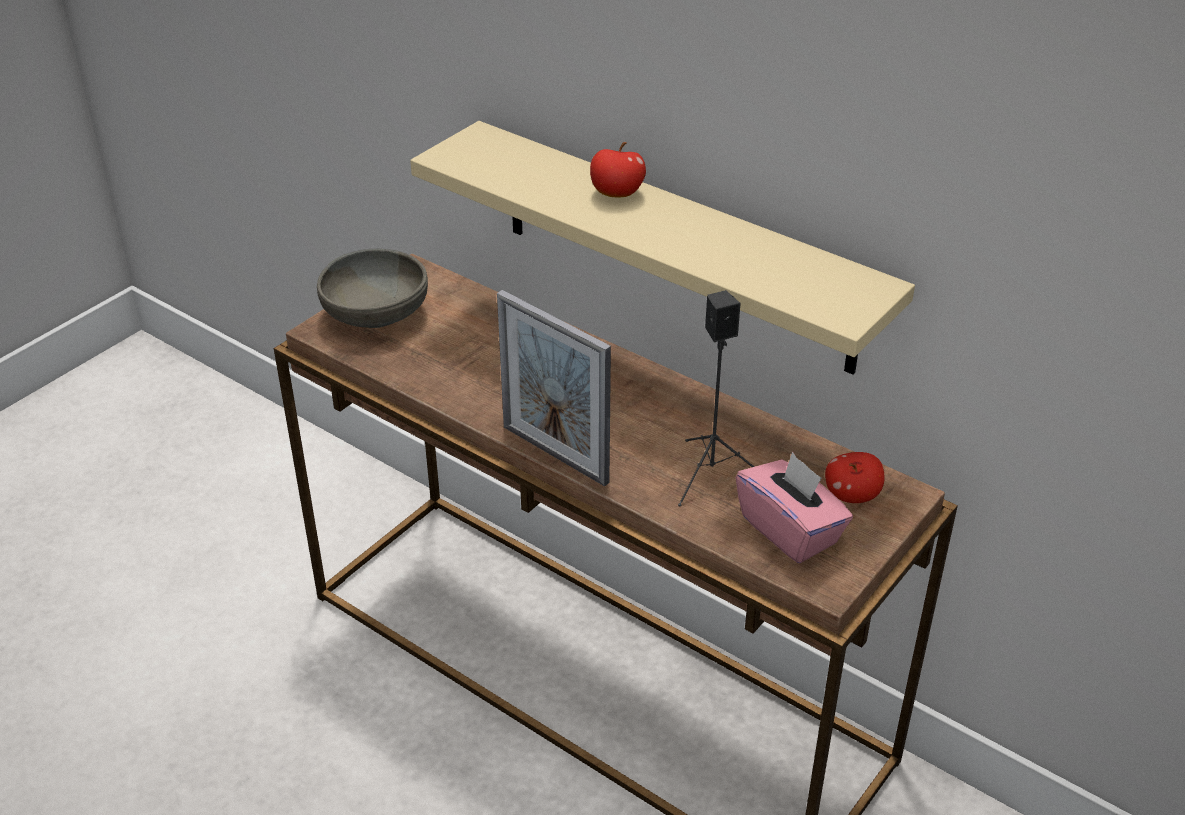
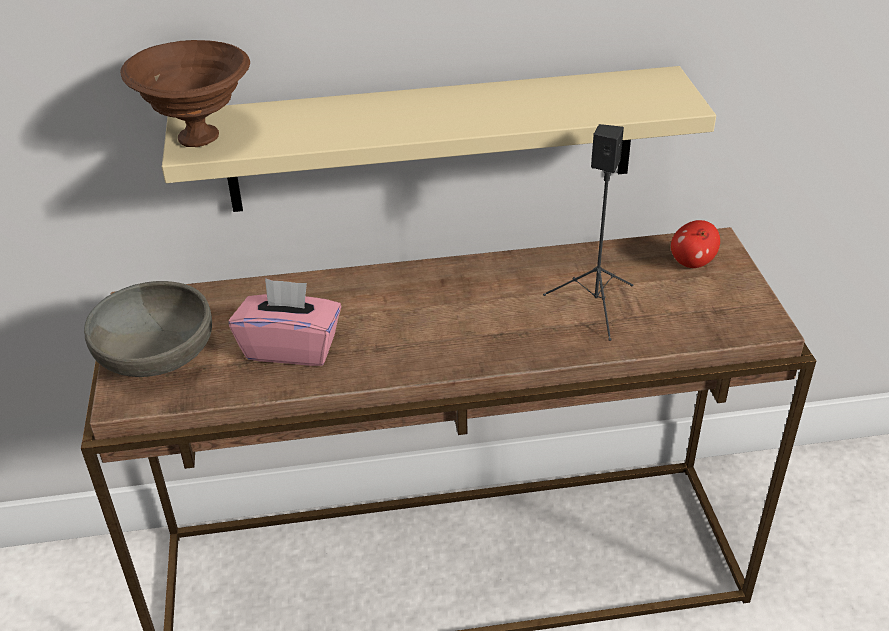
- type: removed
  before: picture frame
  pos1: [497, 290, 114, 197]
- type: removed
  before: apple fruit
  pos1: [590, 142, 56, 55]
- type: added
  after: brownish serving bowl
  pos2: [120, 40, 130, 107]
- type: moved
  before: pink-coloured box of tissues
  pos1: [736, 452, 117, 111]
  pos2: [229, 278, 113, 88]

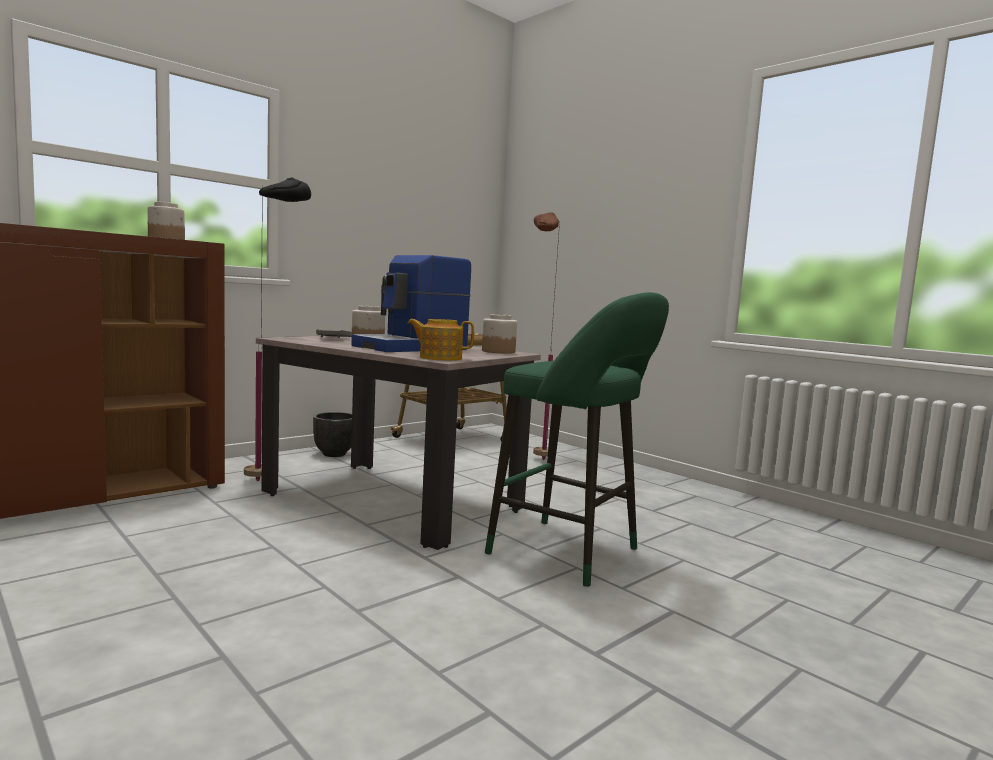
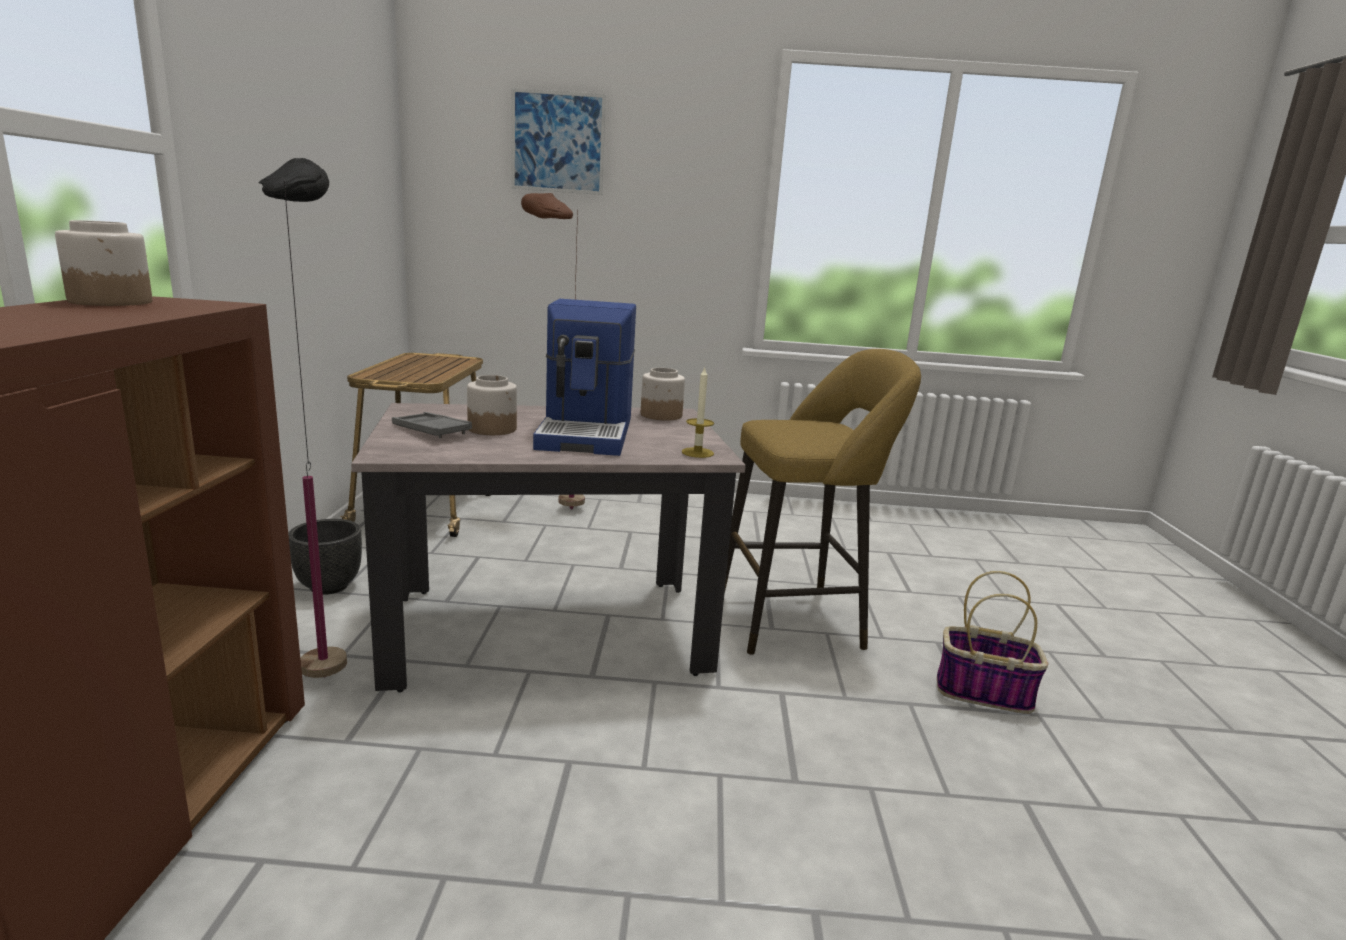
- type: added
  after: picture
  pos2: [512, 88, 94, 107]
- type: added
  after: basket
  pos2: [937, 571, 111, 143]
- type: replaced
  before: pot for tea
  after: wax candle
  pos1: [408, 319, 66, 42]
  pos2: [682, 367, 32, 91]
- type: recoloured
  before: green-coloured sitting stool
  after: yellow sitting stool
  pos1: [485, 292, 184, 295]
  pos2: [724, 349, 197, 306]

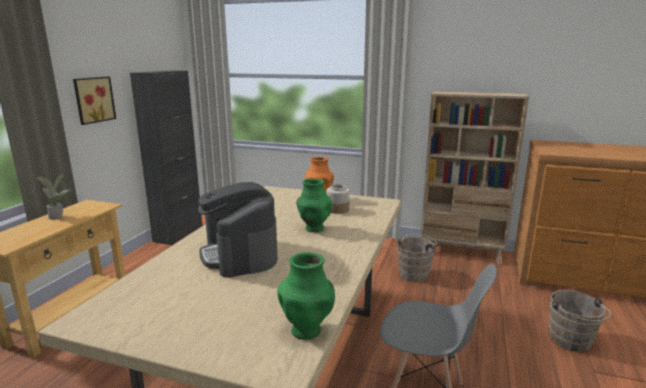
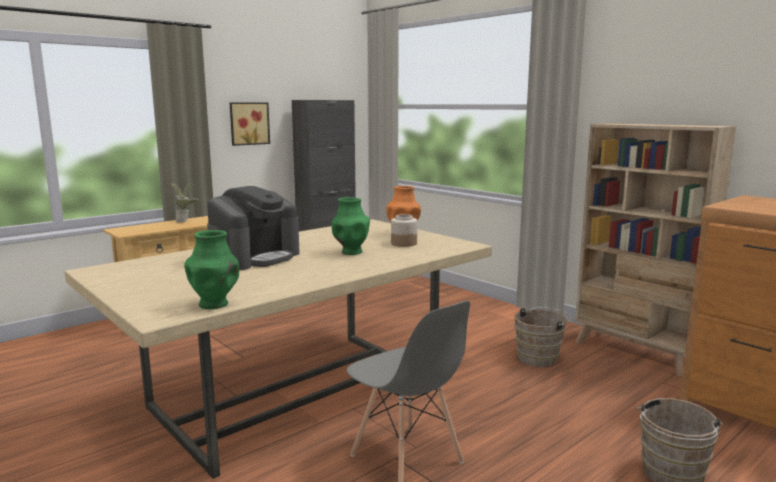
- type: turned
  before: coffee maker
  pos1: [198, 182, 80, 96]
  pos2: [207, 186, 93, 85]
  turn: -150

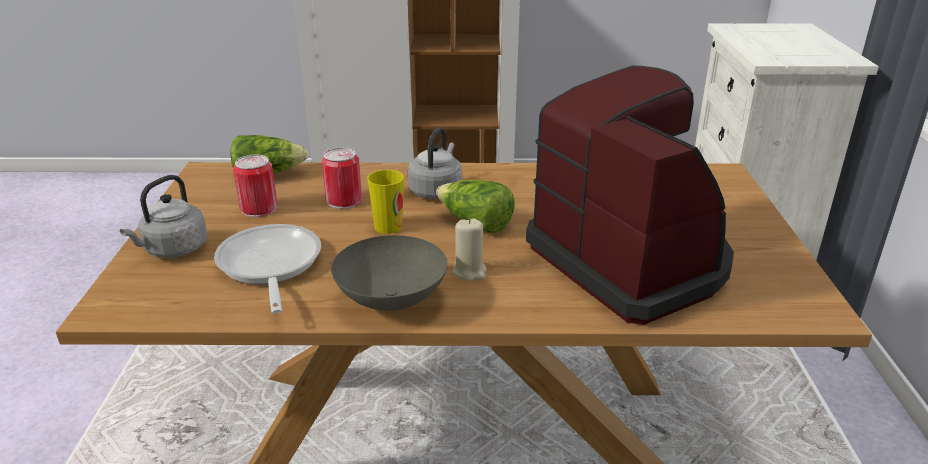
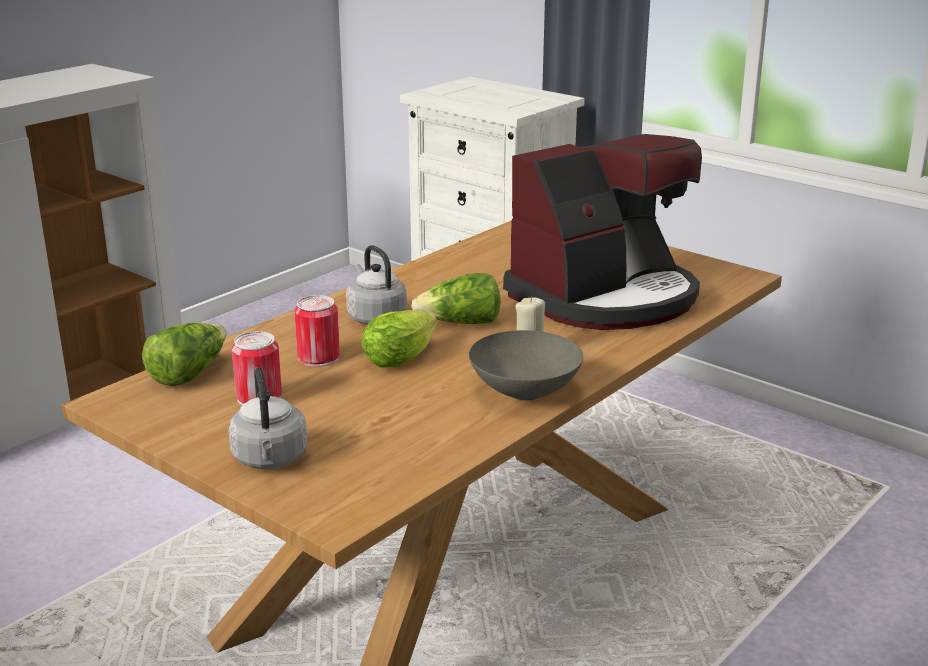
- type: removed
  before: frying pan
  pos1: [214, 224, 107, 89]
- type: replaced
  before: cup
  after: lettuce
  pos1: [367, 170, 37, 64]
  pos2: [361, 310, 76, 58]
- type: turned
  before: coffee maker
  pos1: [526, 65, 208, 260]
  pos2: [503, 134, 199, 196]
  turn: 135

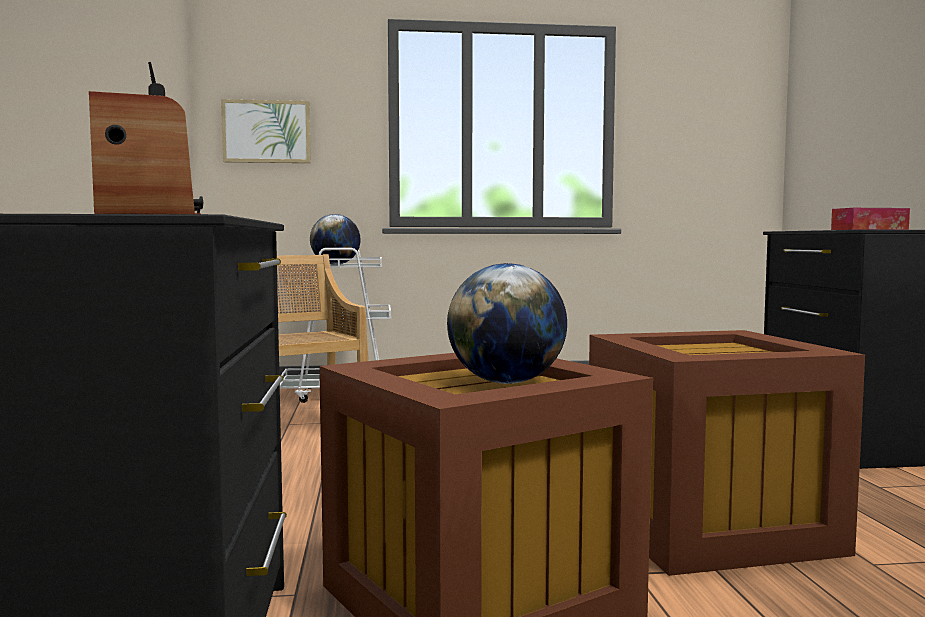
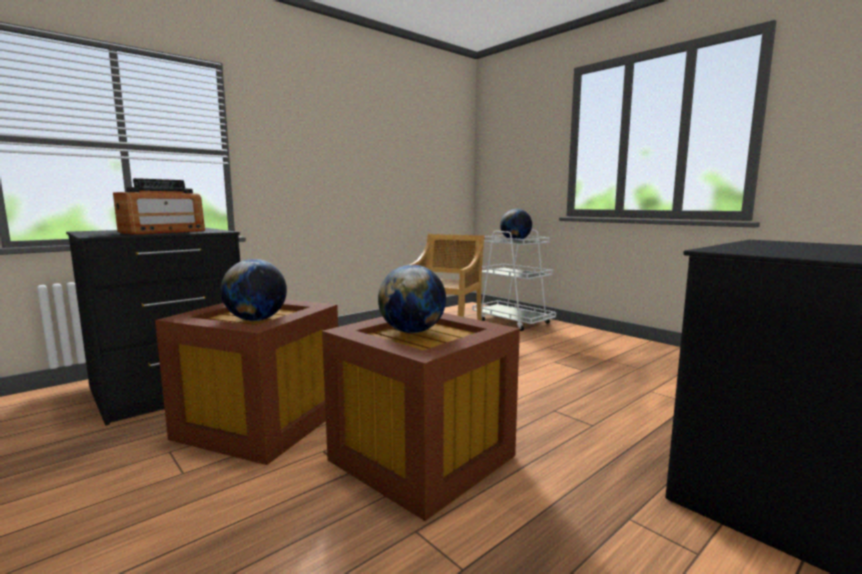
- type: removed
  before: picture
  pos1: [221, 99, 90, 64]
- type: removed
  before: box of tissues
  pos1: [831, 208, 79, 22]
- type: added
  after: desk globe
  pos2: [378, 265, 68, 68]

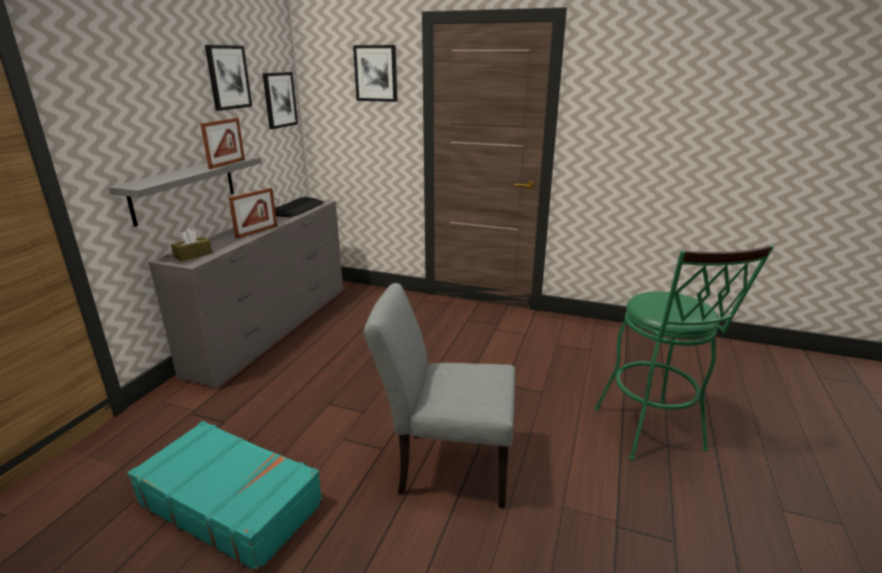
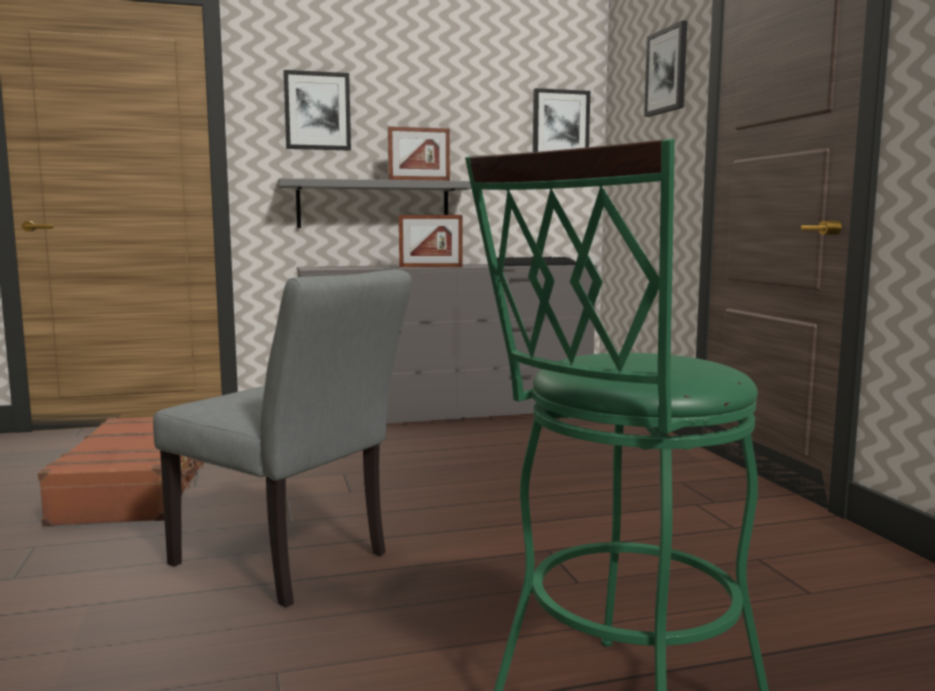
- type: removed
  before: brownish box of tissues
  pos1: [171, 229, 41, 33]
- type: moved
  before: picture
  pos1: [205, 45, 47, 66]
  pos2: [283, 70, 68, 80]
- type: recoloured
  before: blue-green piece of luggage
  after: brownish piece of luggage
  pos1: [128, 421, 195, 152]
  pos2: [38, 417, 166, 109]
- type: turned
  before: grey upright chair
  pos1: [364, 283, 151, 226]
  pos2: [153, 269, 259, 338]
  turn: 150

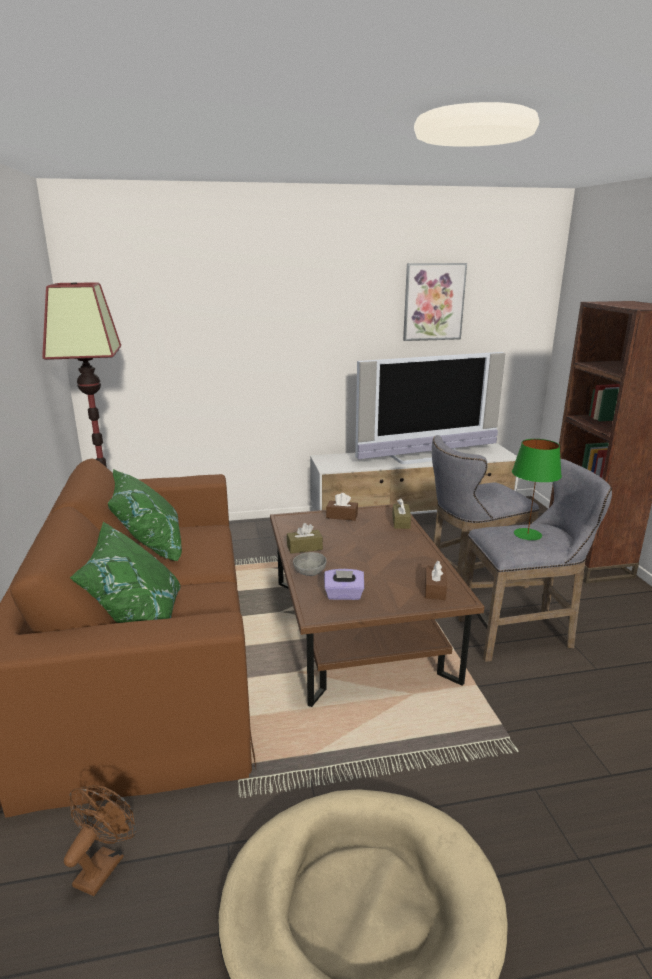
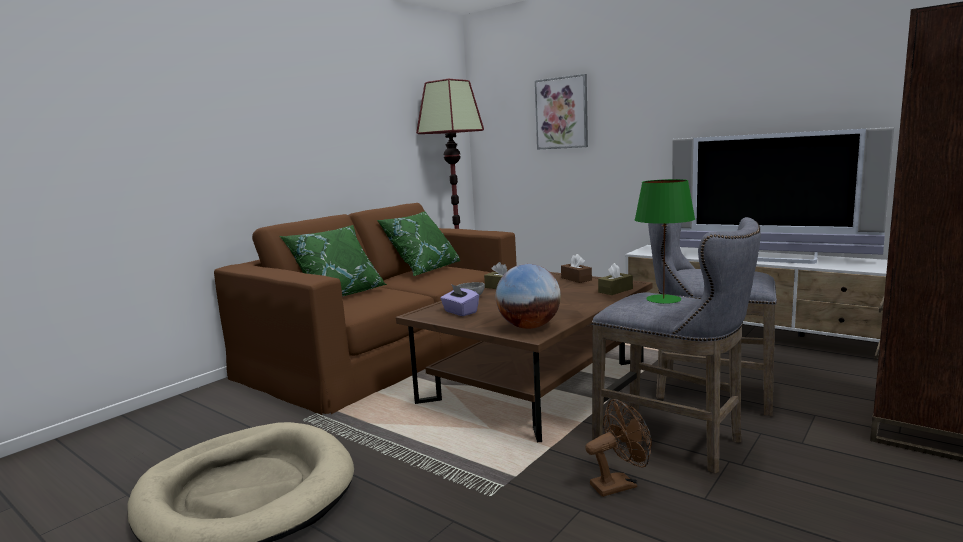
- type: moved
  before: brownish electric fan
  pos1: [64, 785, 72, 111]
  pos2: [585, 399, 67, 98]
- type: moved
  before: picture
  pos1: [403, 263, 64, 78]
  pos2: [535, 74, 53, 76]
- type: replaced
  before: brownish box of tissues
  after: desk globe
  pos1: [425, 561, 22, 39]
  pos2: [496, 264, 65, 65]

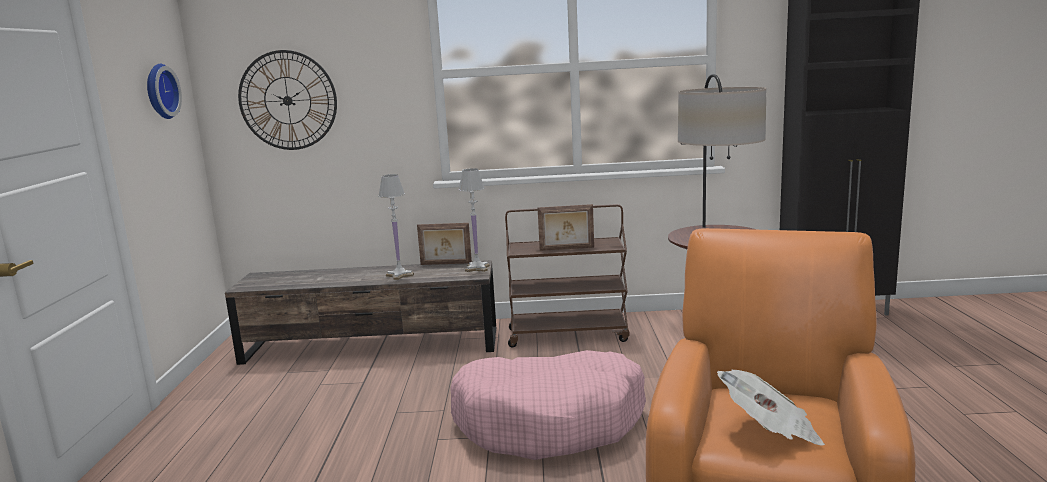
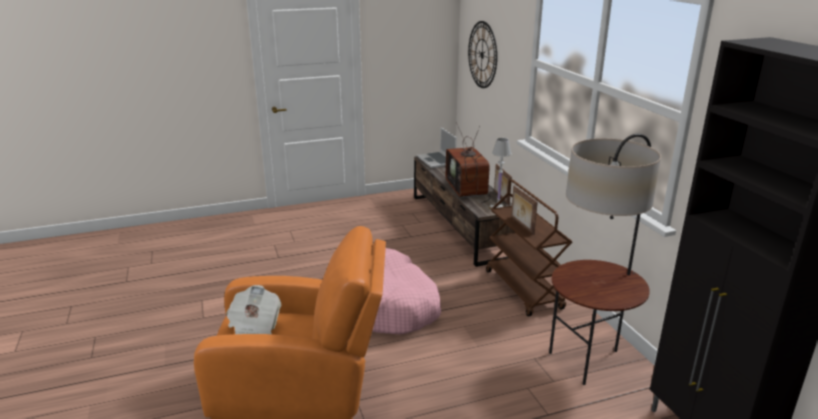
- type: removed
  before: wall clock
  pos1: [147, 64, 35, 55]
- type: added
  after: portable computer
  pos2: [417, 127, 40, 41]
- type: replaced
  before: whitish lamp for a table
  after: TV set
  pos1: [378, 174, 36, 106]
  pos2: [446, 122, 44, 81]

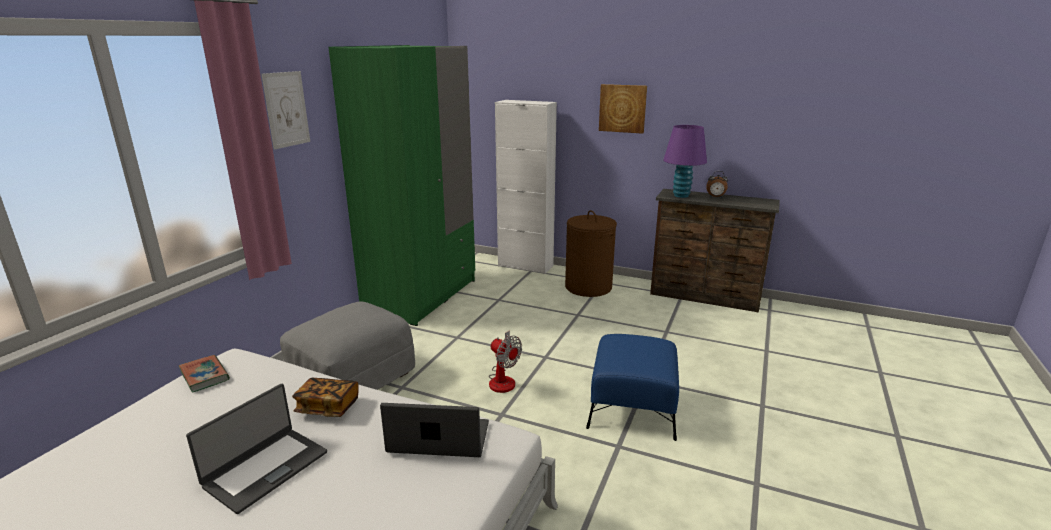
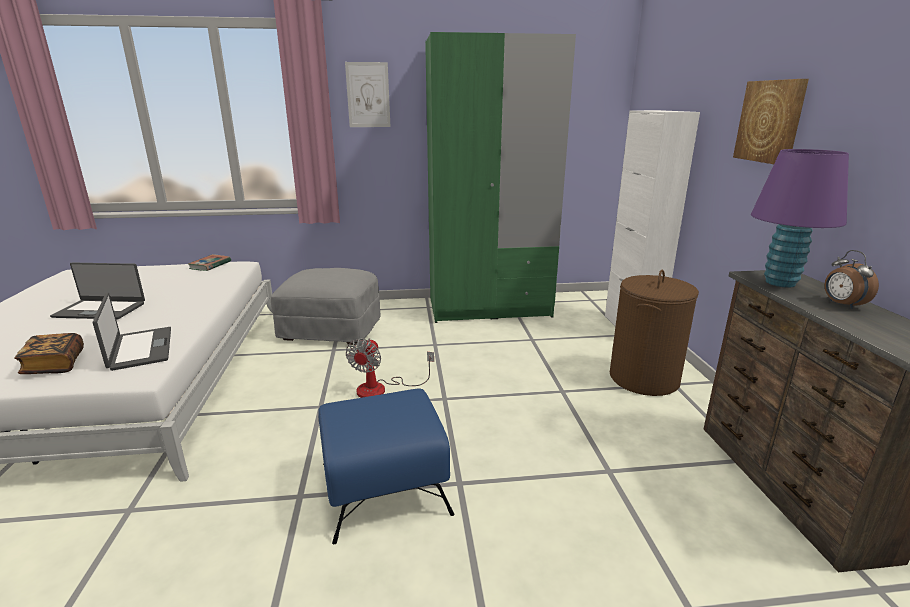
- type: moved
  before: book
  pos1: [292, 378, 67, 39]
  pos2: [14, 333, 70, 41]

